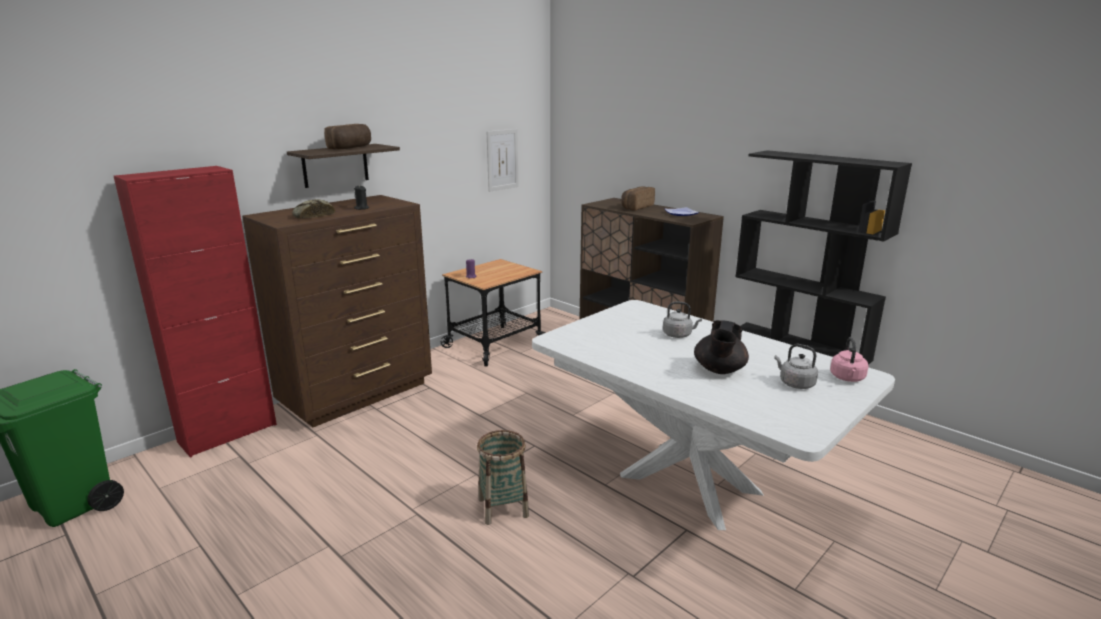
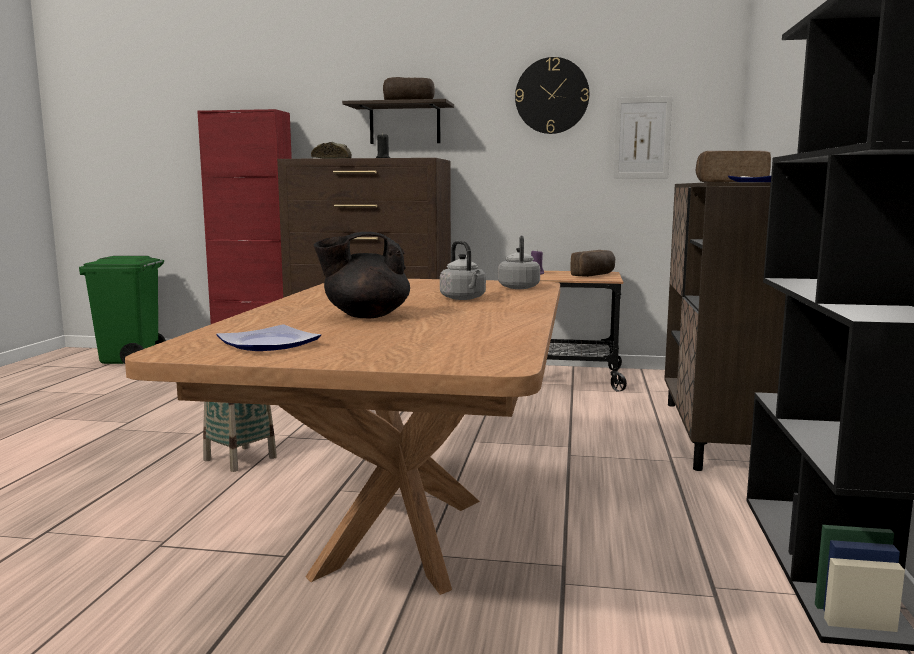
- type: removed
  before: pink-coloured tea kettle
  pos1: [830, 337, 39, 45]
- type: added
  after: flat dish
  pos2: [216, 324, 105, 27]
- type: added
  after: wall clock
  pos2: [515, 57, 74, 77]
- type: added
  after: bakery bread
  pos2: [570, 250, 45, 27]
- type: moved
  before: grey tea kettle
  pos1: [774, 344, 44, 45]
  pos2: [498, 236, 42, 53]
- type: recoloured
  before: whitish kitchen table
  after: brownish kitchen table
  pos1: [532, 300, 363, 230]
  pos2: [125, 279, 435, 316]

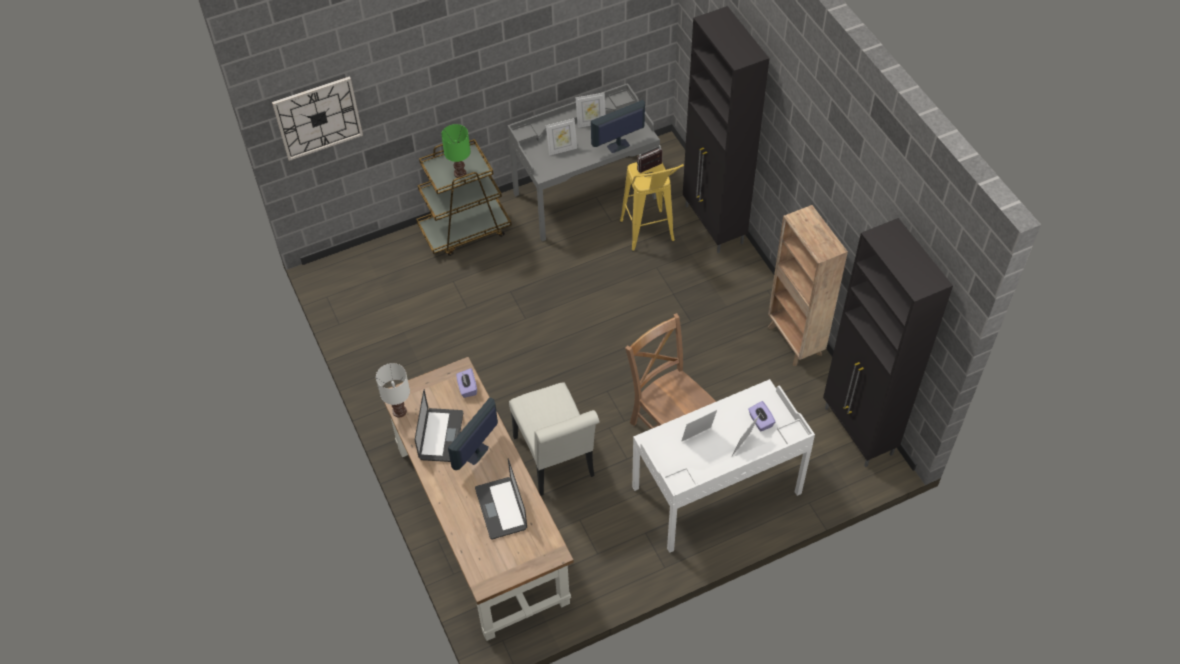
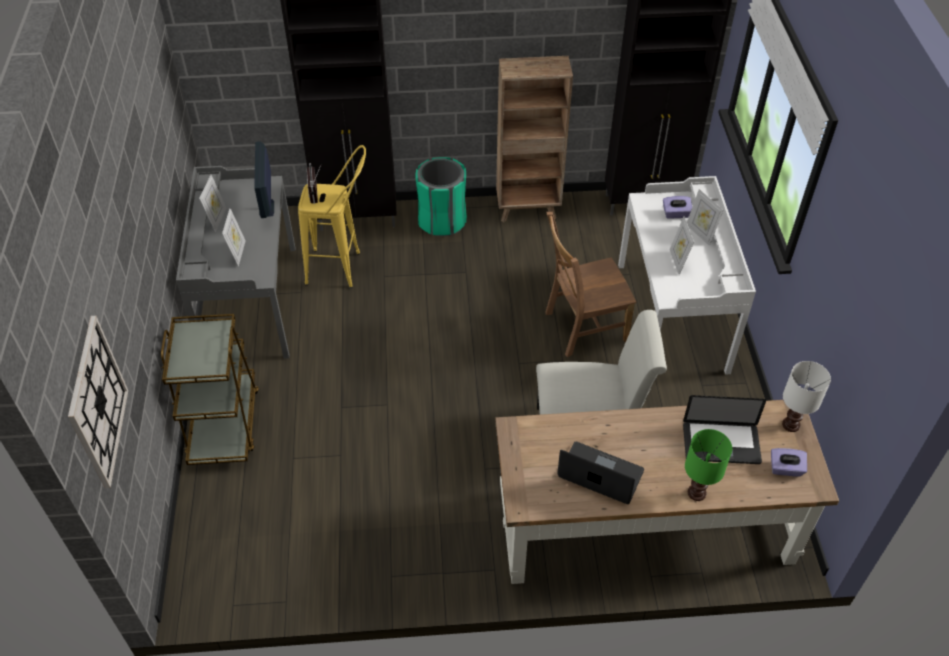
- type: removed
  before: monitor
  pos1: [448, 397, 50, 73]
- type: added
  after: green-coloured rubbish bin
  pos2: [415, 157, 52, 79]
- type: moved
  before: whitish lamp for a table
  pos1: [376, 363, 34, 55]
  pos2: [782, 361, 49, 71]
- type: moved
  before: green-coloured lamp for a table
  pos1: [441, 124, 29, 54]
  pos2: [685, 429, 47, 72]
- type: moved
  before: purplish box of tissues
  pos1: [456, 368, 21, 30]
  pos2: [771, 448, 36, 29]

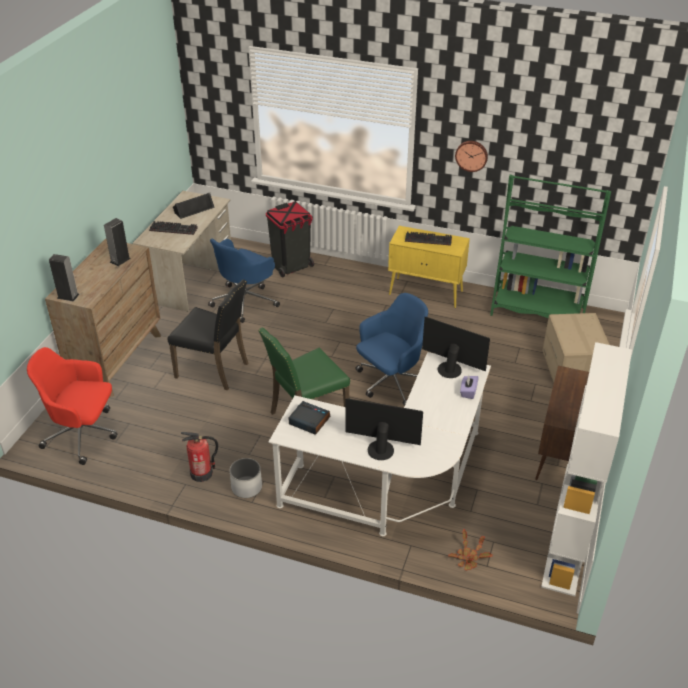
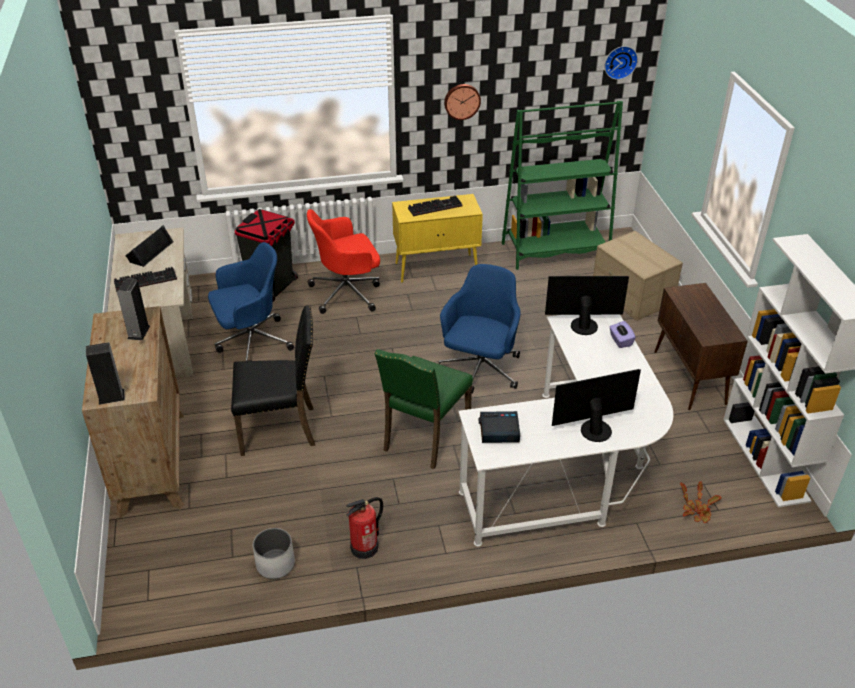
- type: added
  after: wall clock
  pos2: [605, 46, 33, 34]
- type: moved
  before: red-coloured computer chair
  pos1: [27, 347, 90, 118]
  pos2: [307, 209, 73, 105]
- type: moved
  before: whitish planter
  pos1: [230, 458, 32, 40]
  pos2: [253, 528, 42, 51]
- type: turned
  before: bluish computer chair
  pos1: [208, 239, 72, 84]
  pos2: [208, 242, 86, 119]
  turn: -120

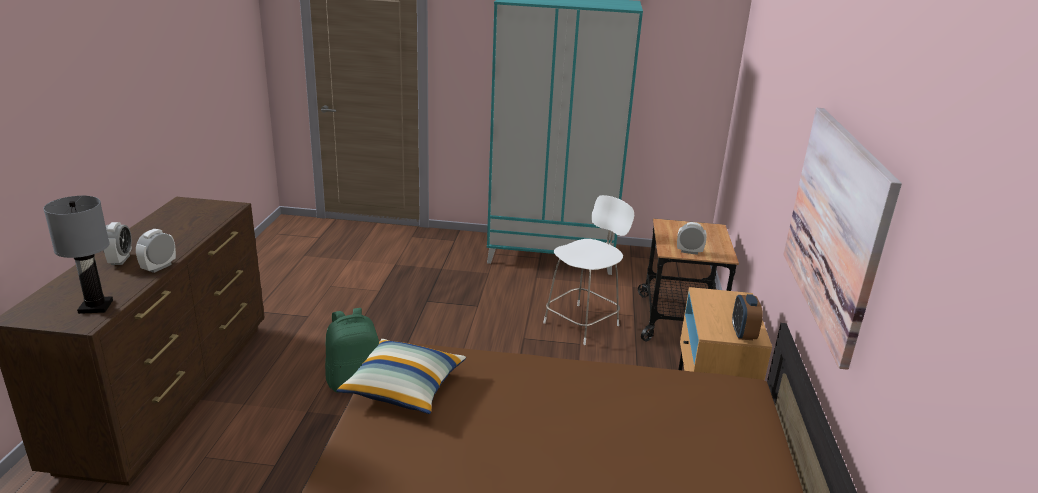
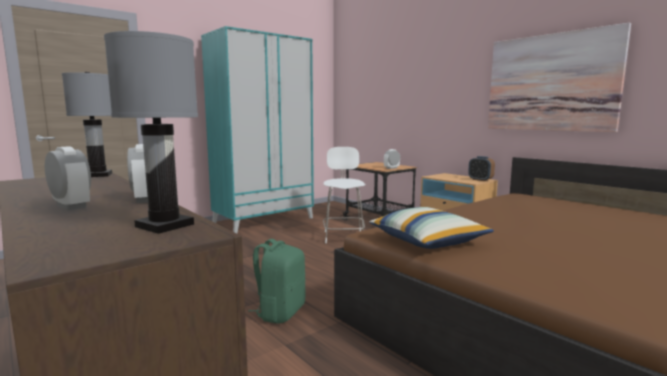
- type: added
  after: grey lamp for a table
  pos2: [62, 72, 50, 105]

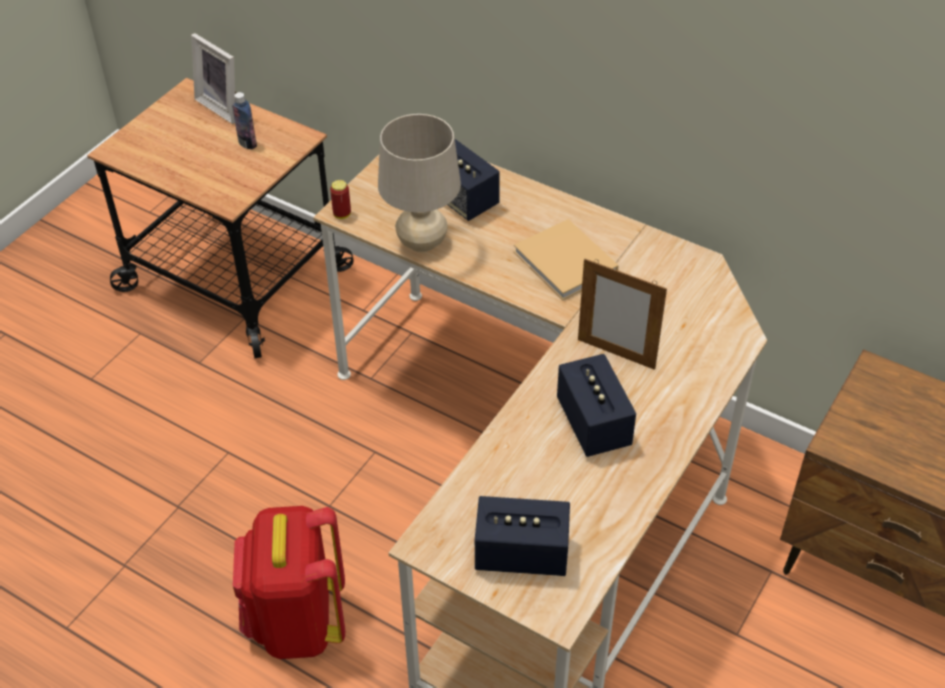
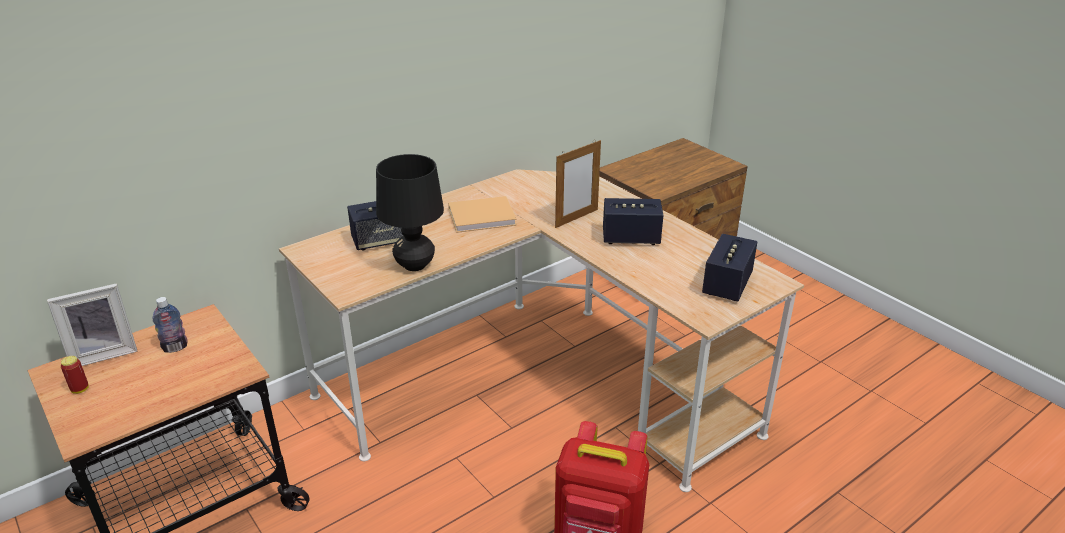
- type: moved
  before: metal can
  pos1: [330, 180, 21, 39]
  pos2: [61, 356, 28, 38]
- type: recoloured
  before: sand-coloured lamp for a table
  after: black-coloured lamp for a table
  pos1: [378, 114, 83, 138]
  pos2: [376, 154, 68, 117]

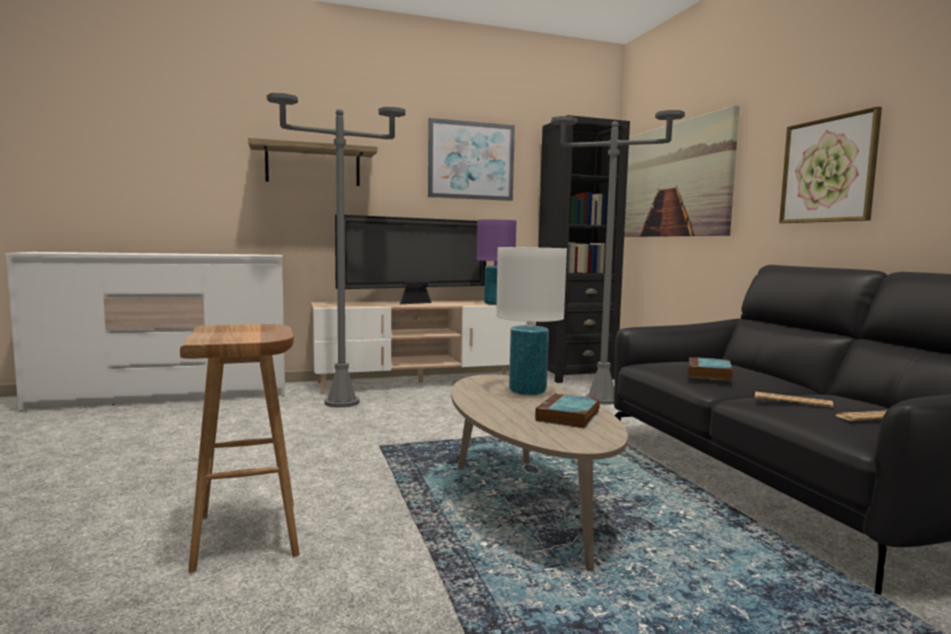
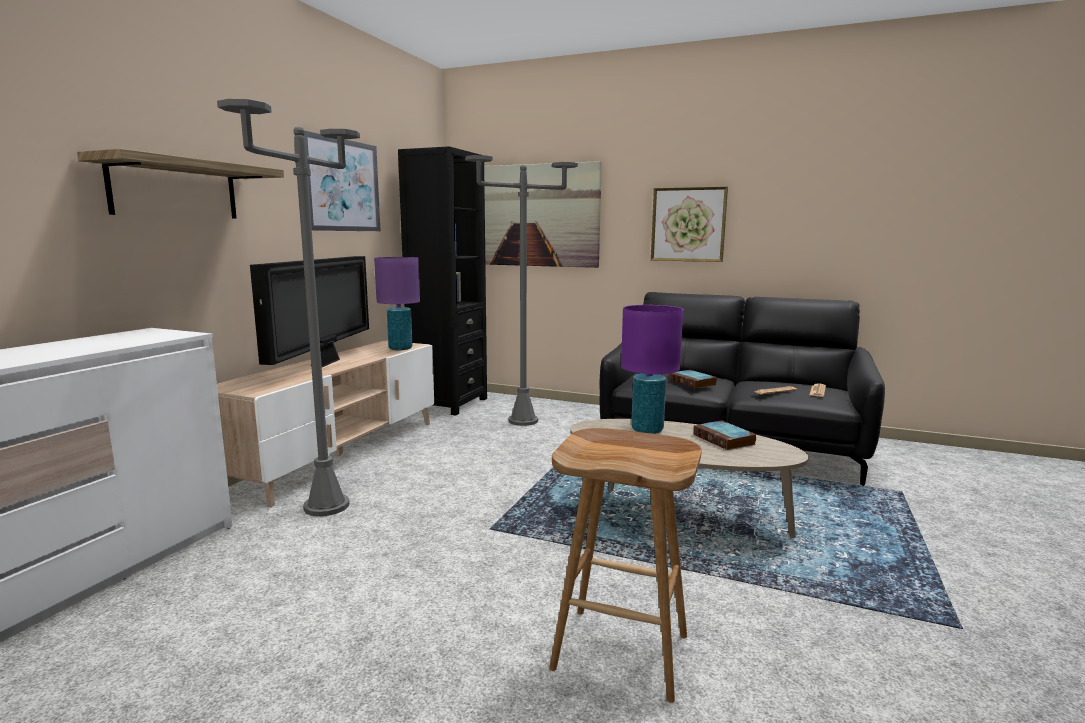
- type: recoloured
  before: whitish lamp for a table
  after: purplish lamp for a table
  pos1: [496, 247, 71, 148]
  pos2: [621, 305, 63, 129]

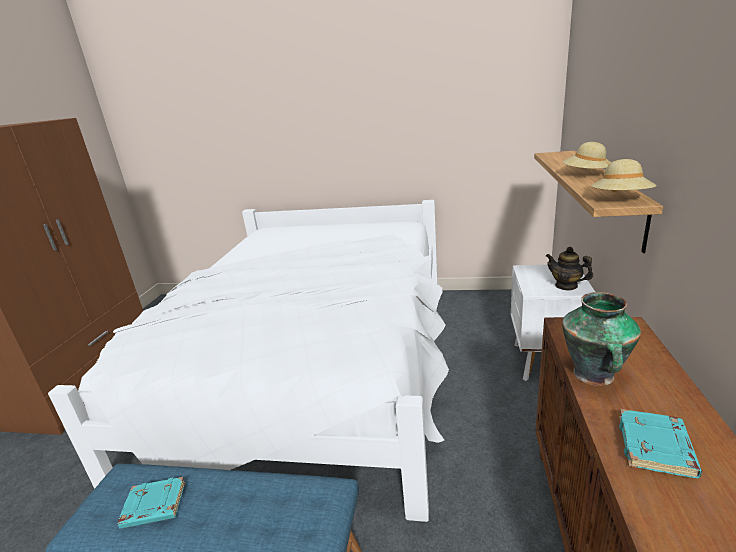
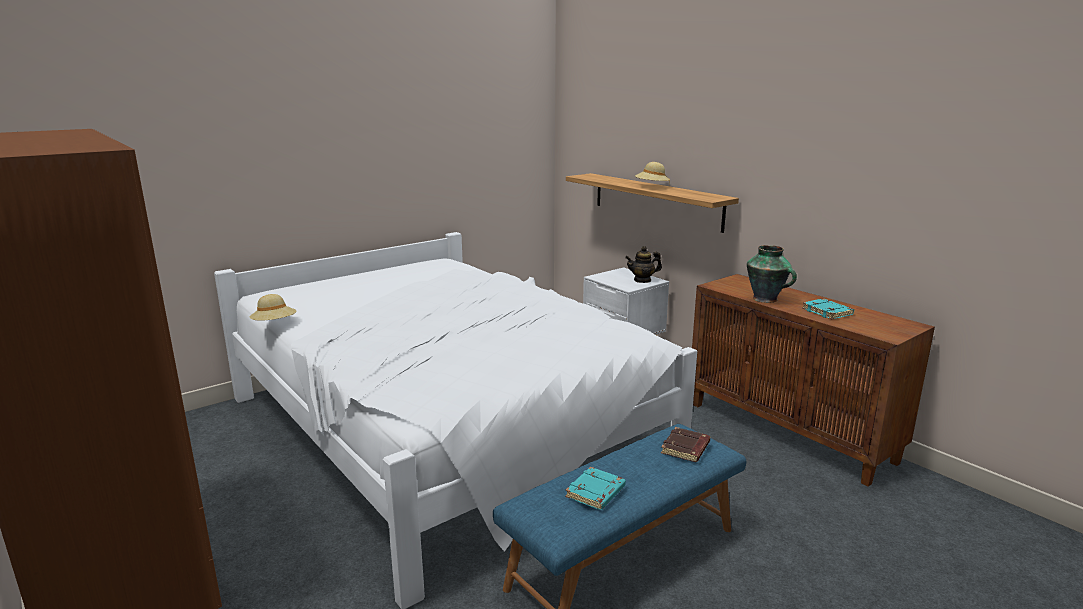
- type: added
  after: brownish book
  pos2: [661, 427, 49, 35]
- type: moved
  before: sand-coloured clothing hat
  pos1: [591, 159, 65, 34]
  pos2: [250, 294, 46, 27]

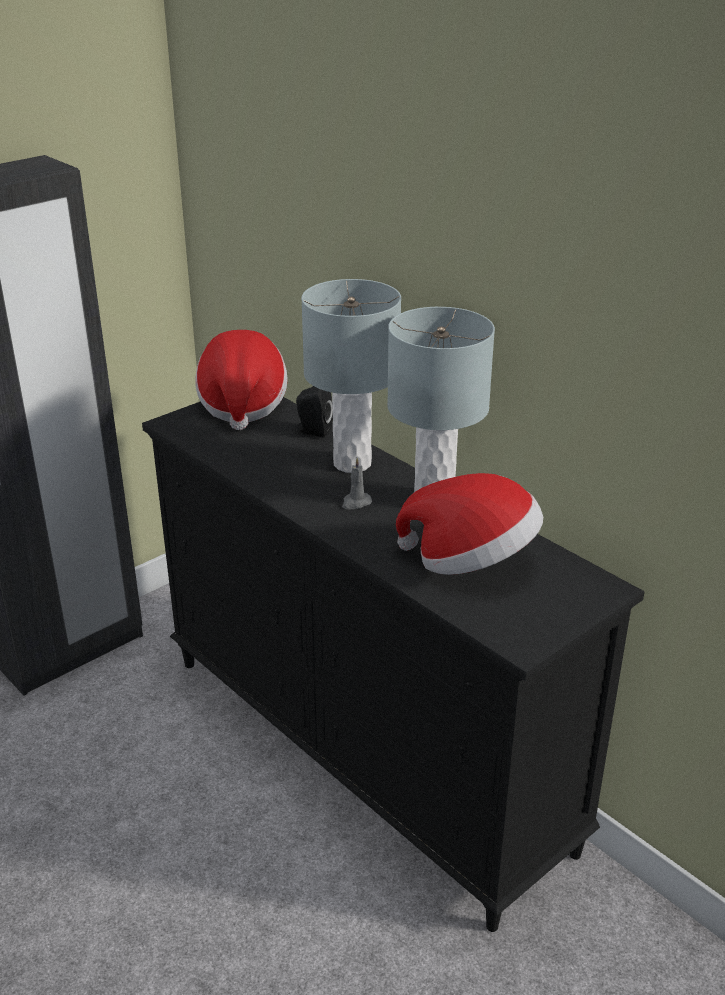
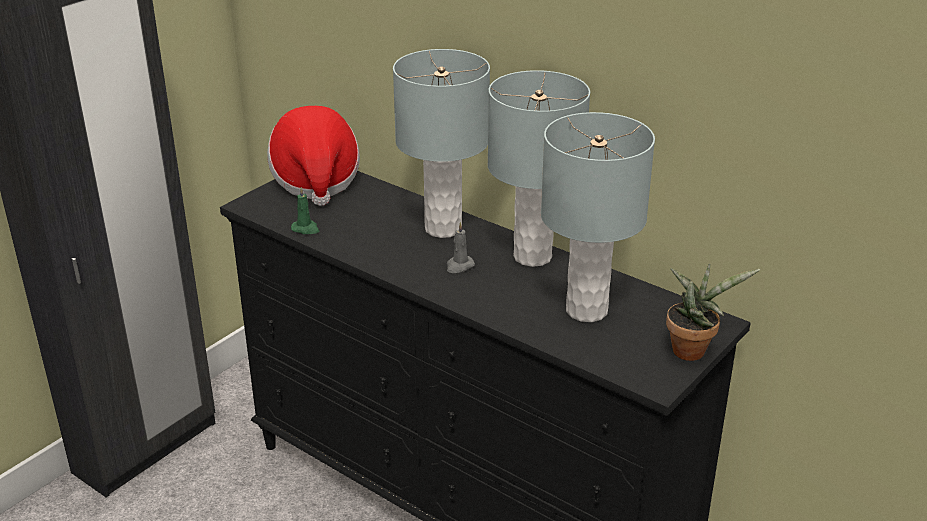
- type: removed
  before: black-coloured audio speaker
  pos1: [296, 386, 37, 51]
- type: added
  after: green-coloured wax candle
  pos2: [291, 187, 28, 47]
- type: added
  after: houseplant
  pos2: [666, 263, 94, 98]
- type: replaced
  before: clothing hat
  after: grey lamp for a table
  pos1: [396, 473, 147, 102]
  pos2: [541, 112, 114, 210]

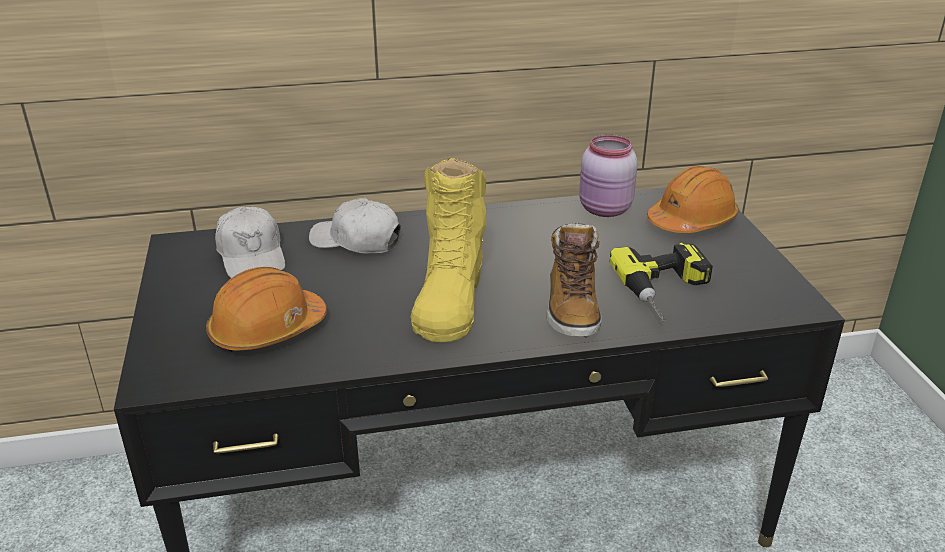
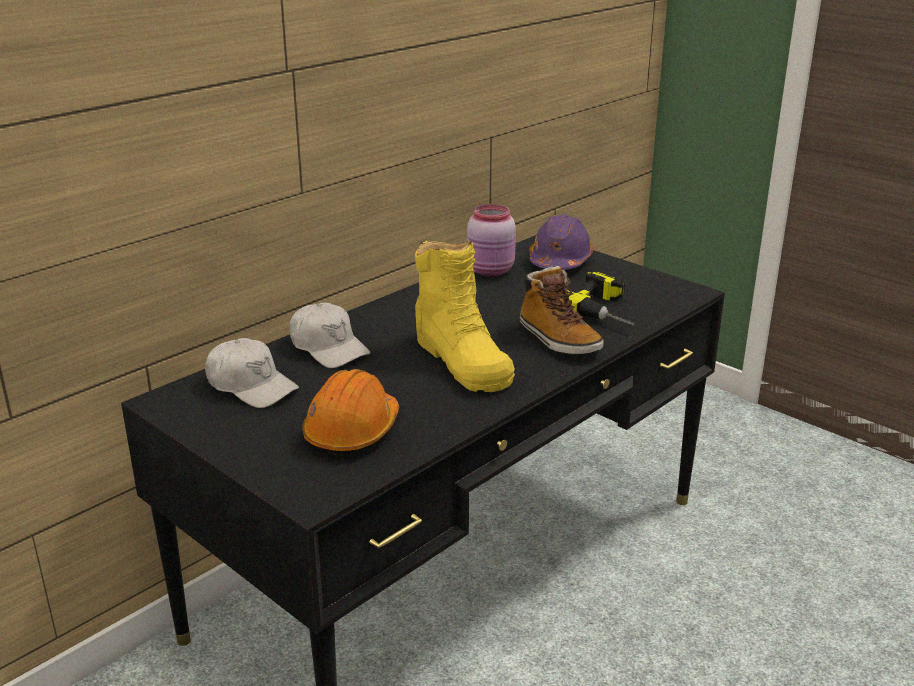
- type: recoloured
  before: orangey work helmet
  after: purplish work helmet
  pos1: [647, 166, 92, 67]
  pos2: [529, 214, 64, 56]
- type: turned
  before: whitish baseball cap
  pos1: [309, 198, 92, 56]
  pos2: [289, 303, 81, 65]
  turn: -120

